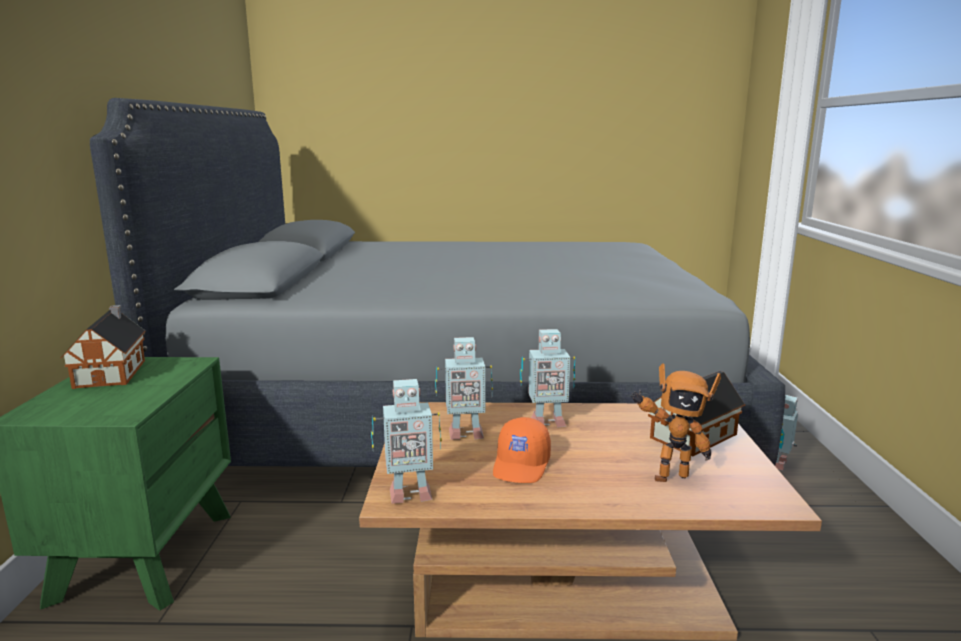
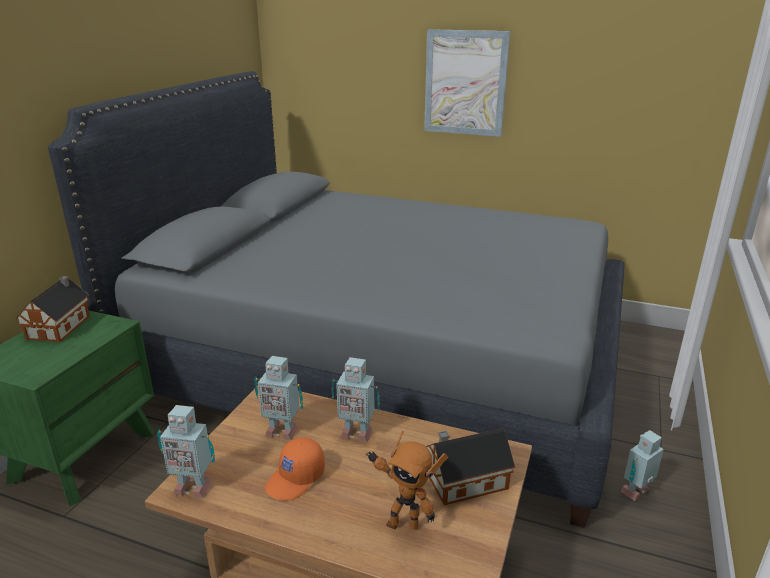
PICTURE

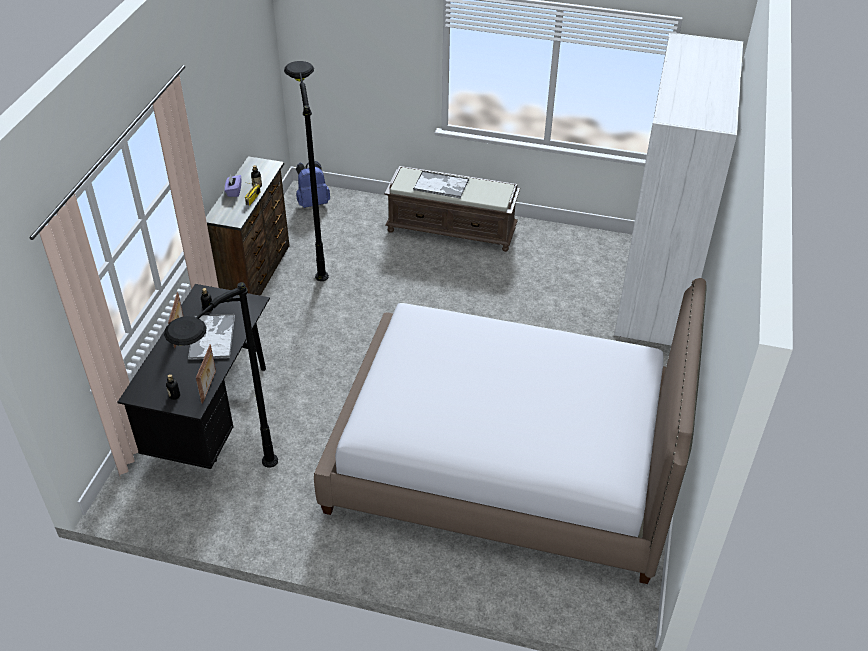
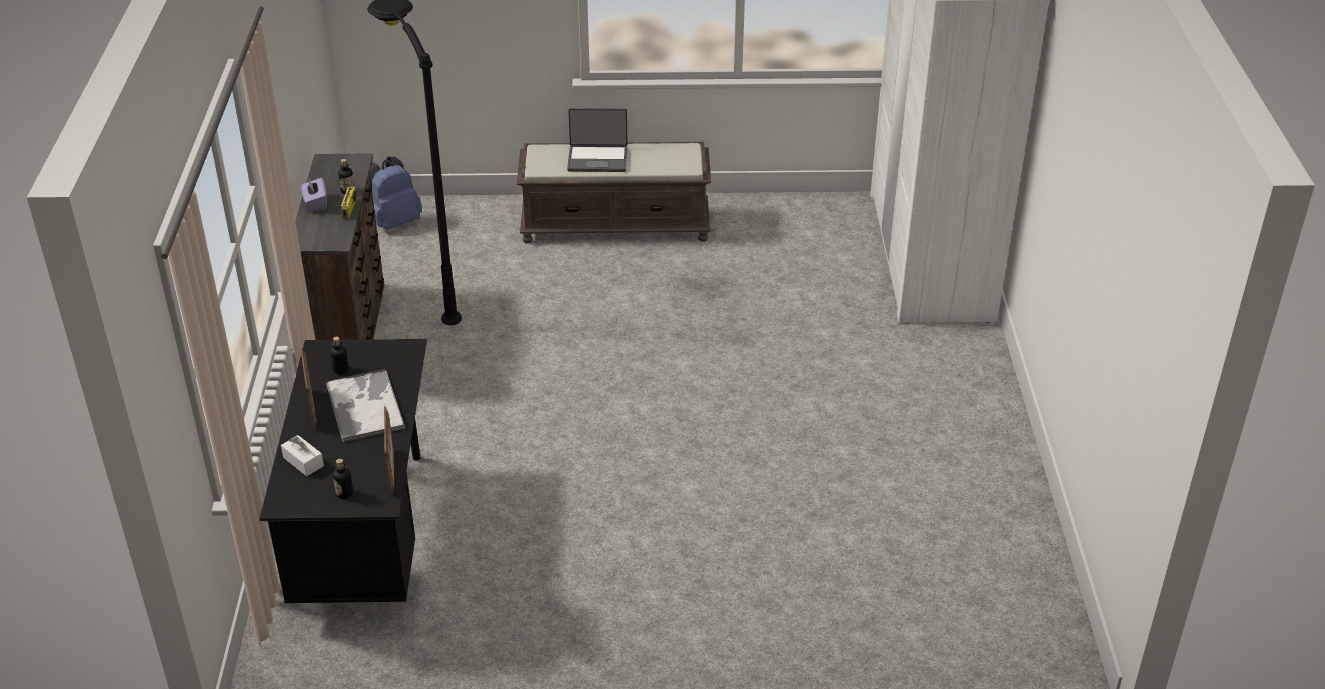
BLACK FLOOR LAMP (1st from left in the first image)
BED
WHITE TISSUE BOX
LAPTOP

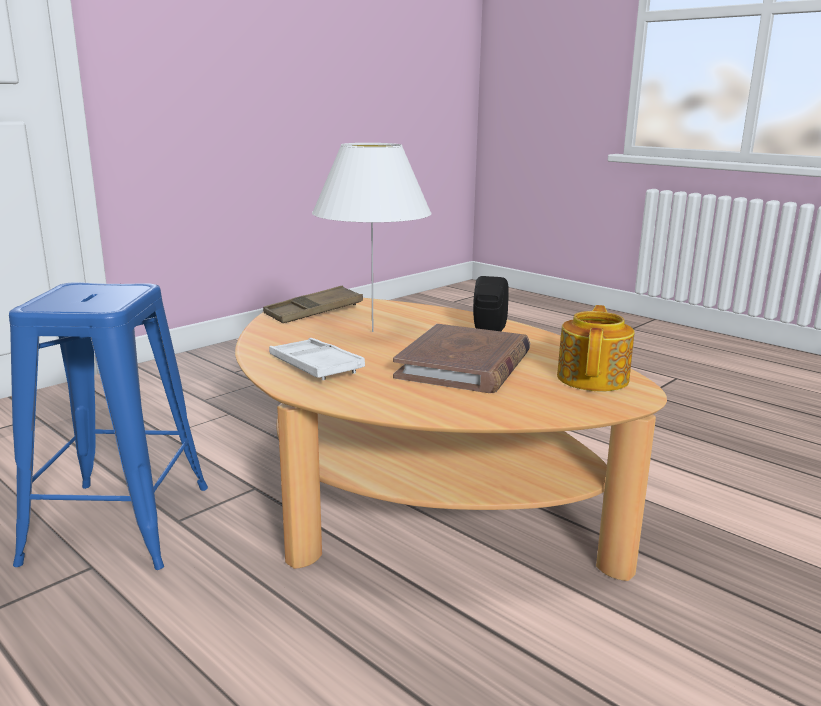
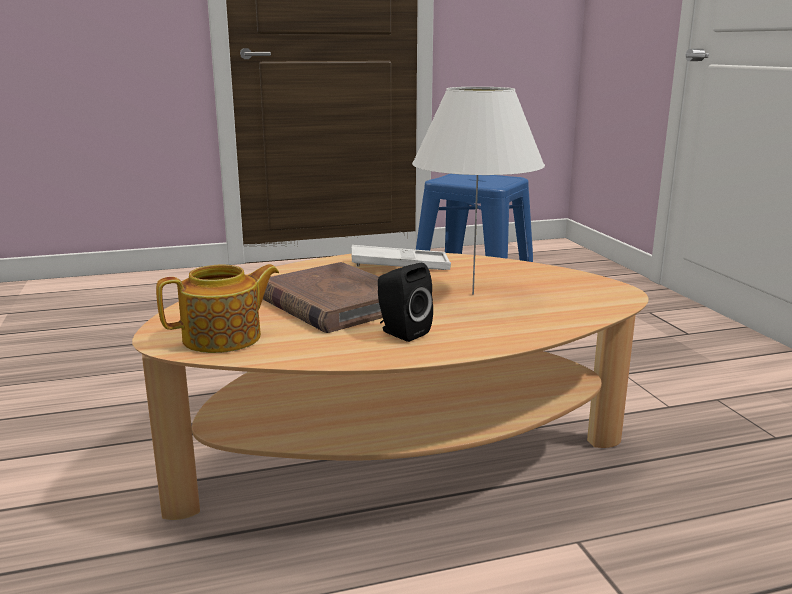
BROWN TRAY
TEAPOT

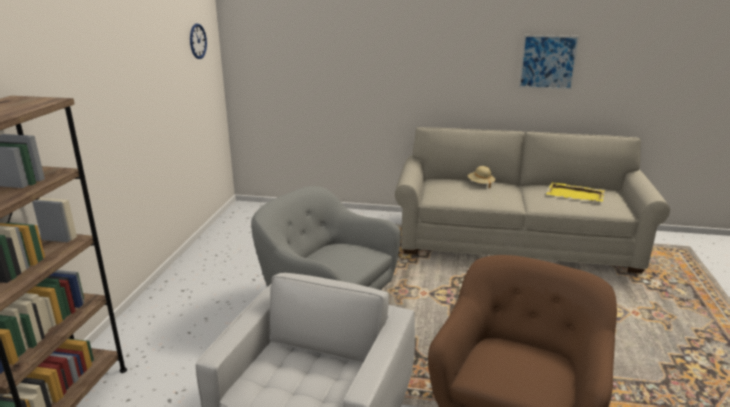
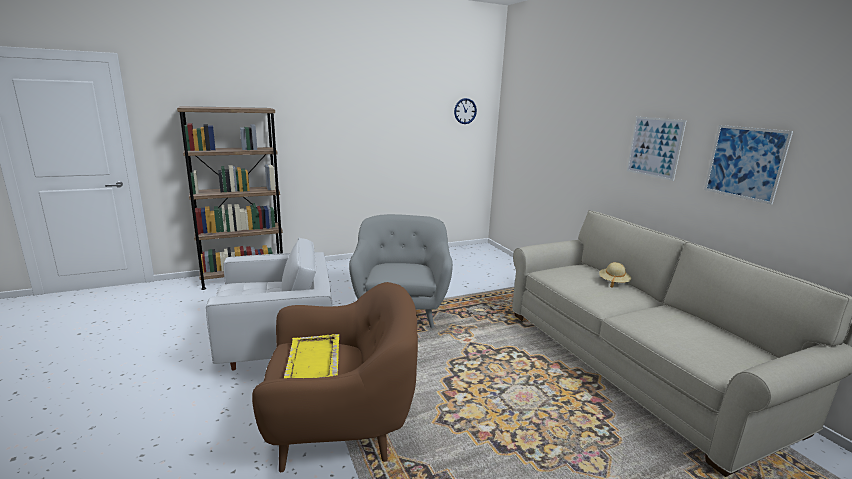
PICTURE (1st from left)
YELLOW TRAY

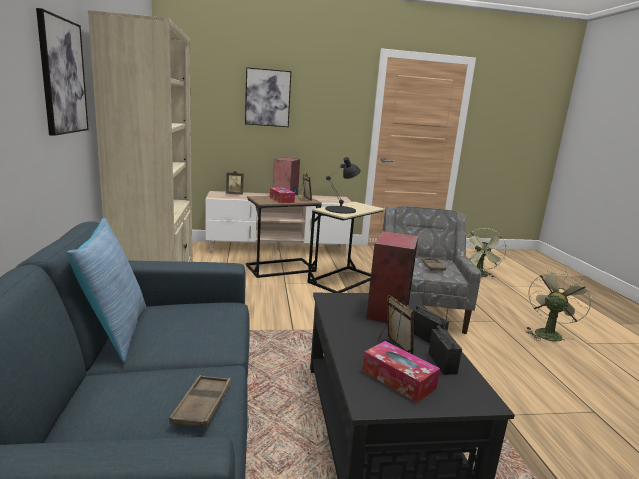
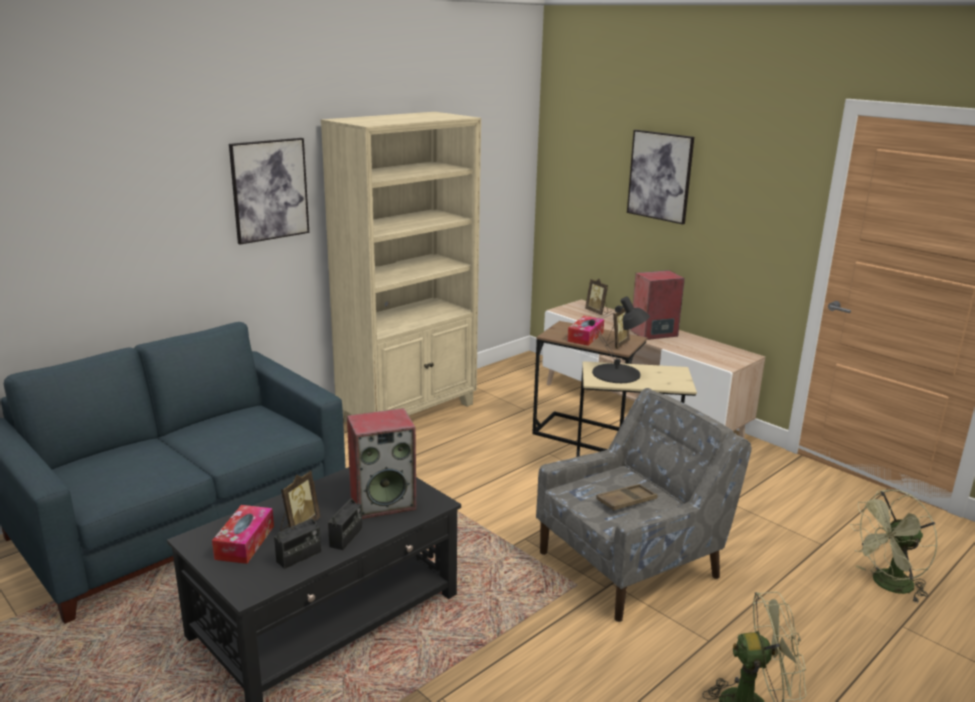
PILLOW
BROWN TRAY (1st from left in the first image)

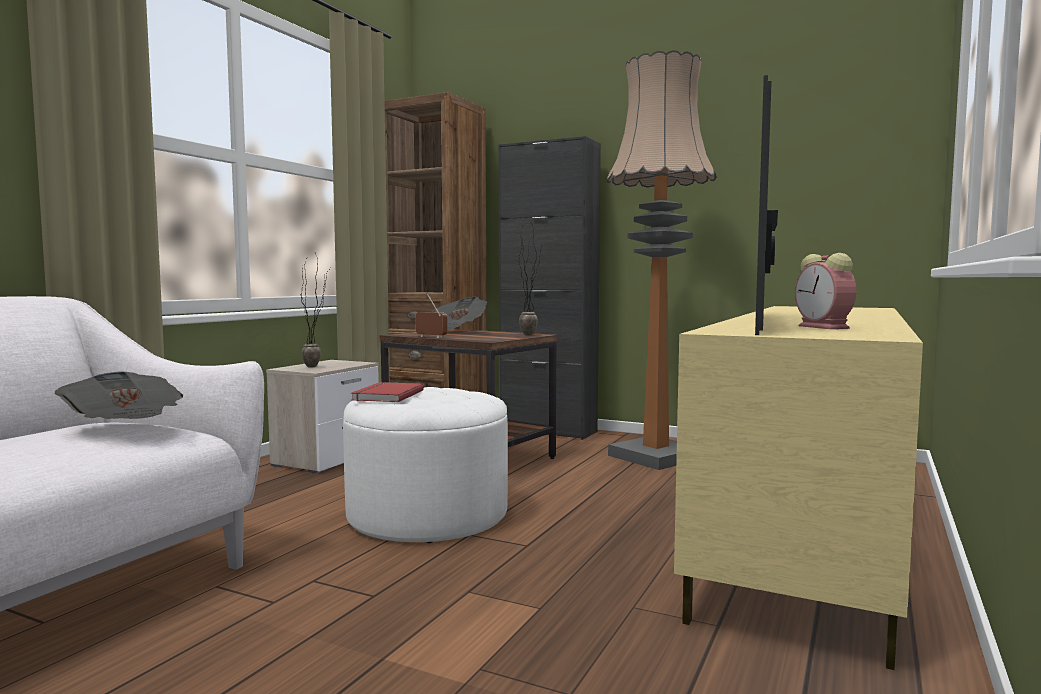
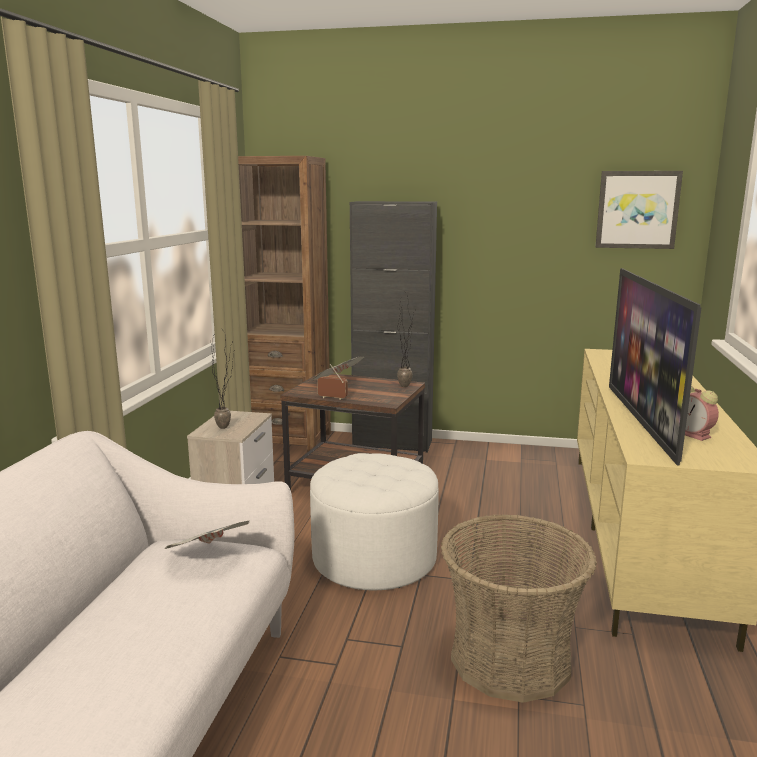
RED BOOK
FLOOR LAMP
BASKET
PICTURE

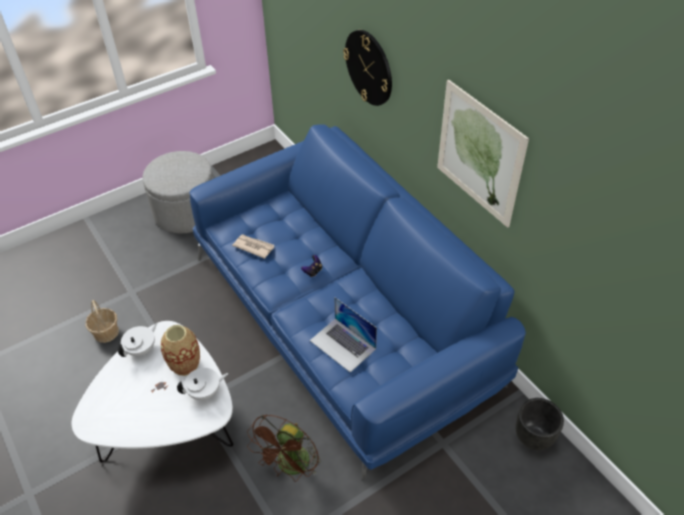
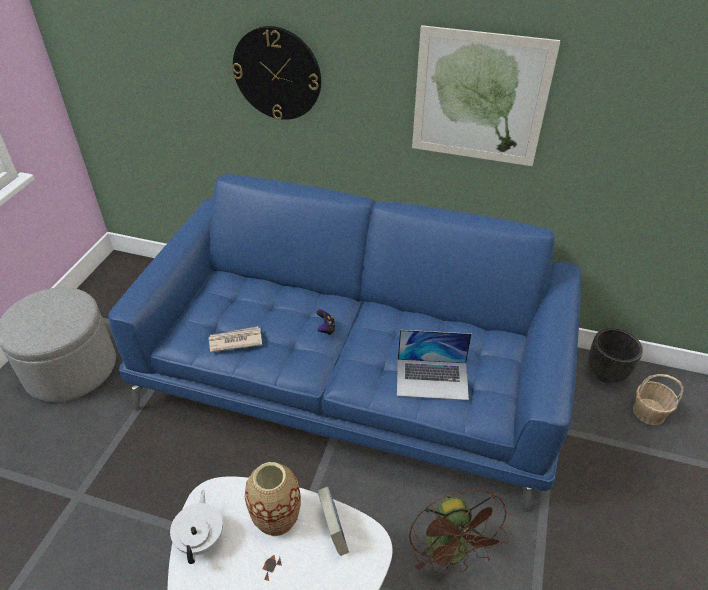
BASKET
BOOK

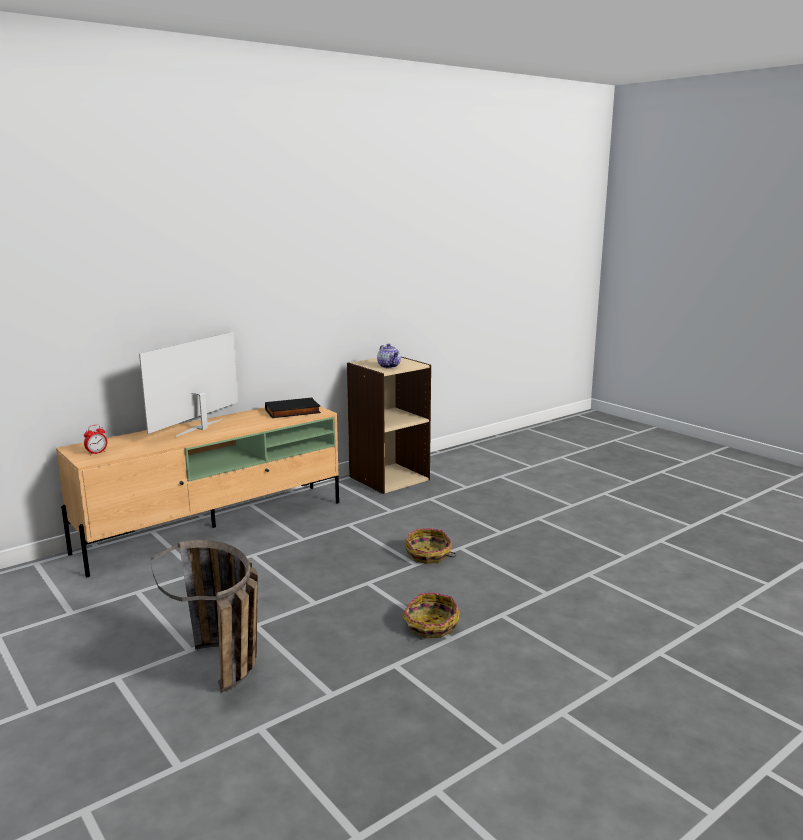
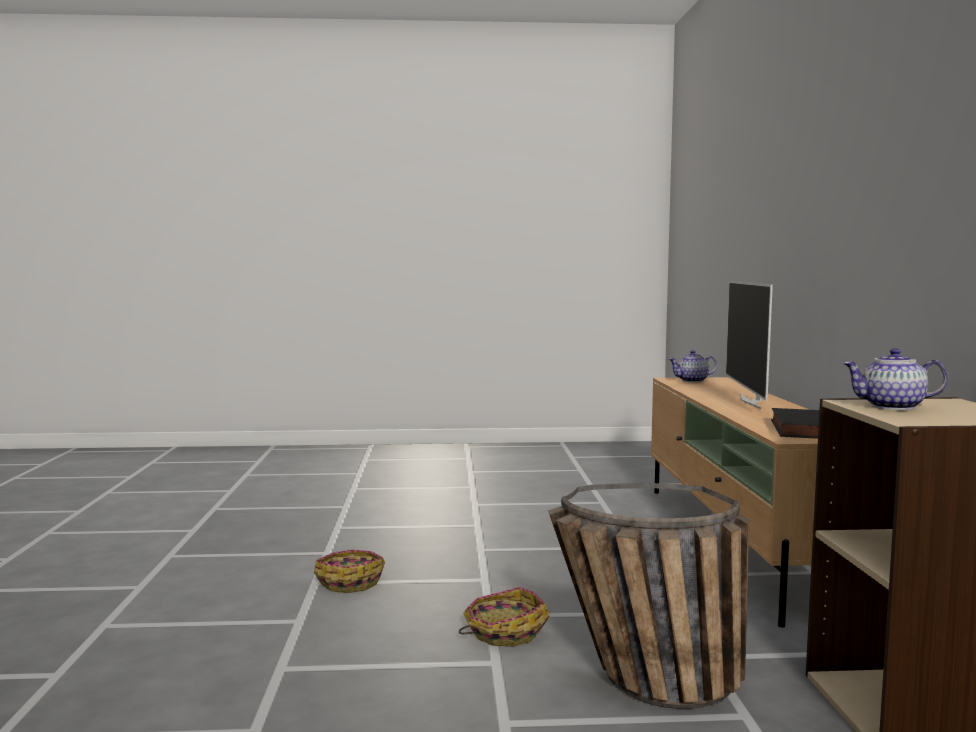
BASKET (3rd from left)
TEAPOT (1st from left)
TELEVISION

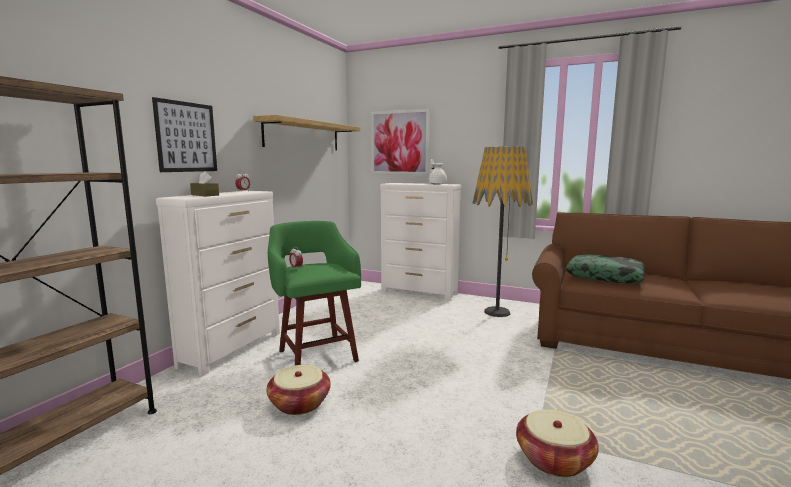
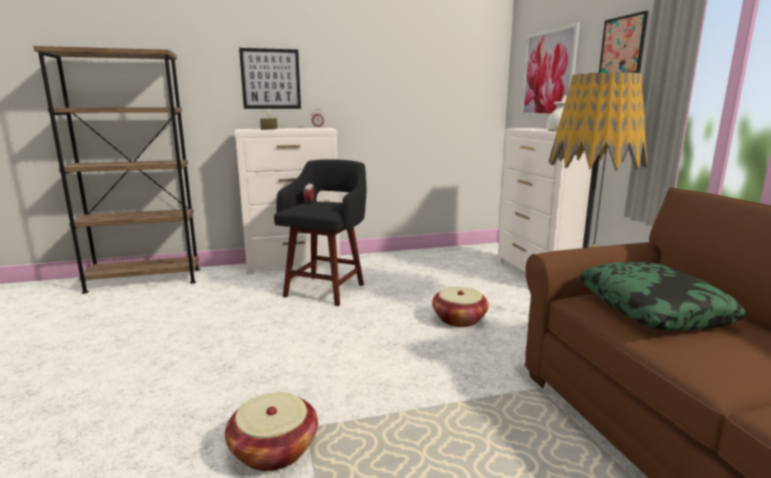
SHELF
PICTURE (3rd from left)
BASKET (2nd from left)
BLACK STOOL

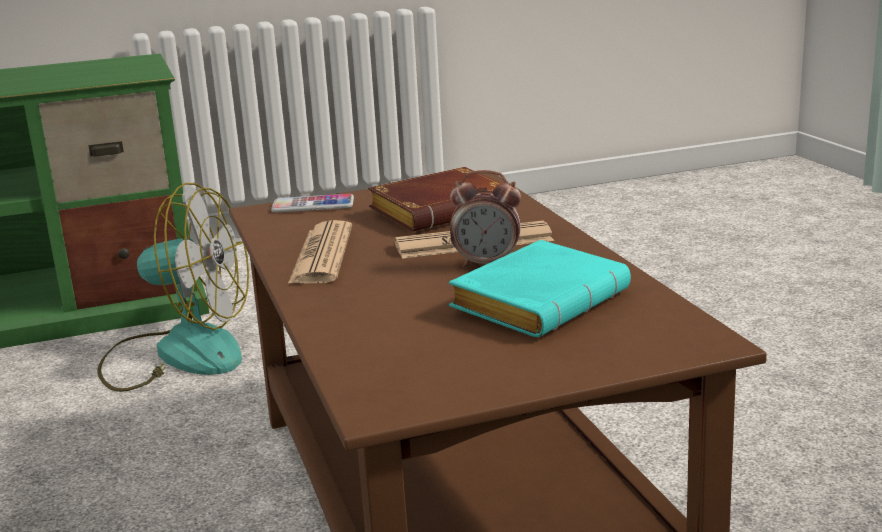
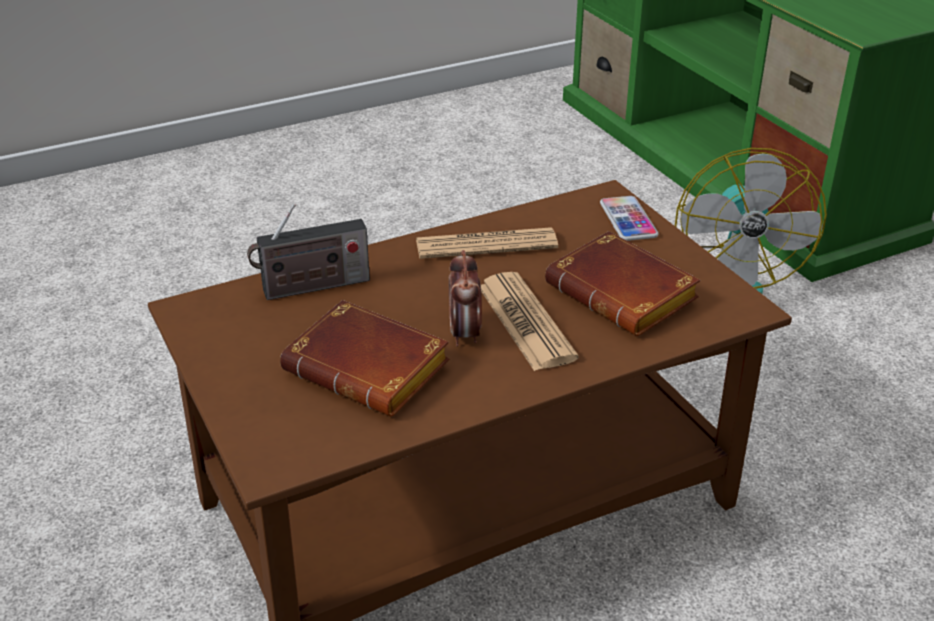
RADIO
BROWN BOOK (1st from left)

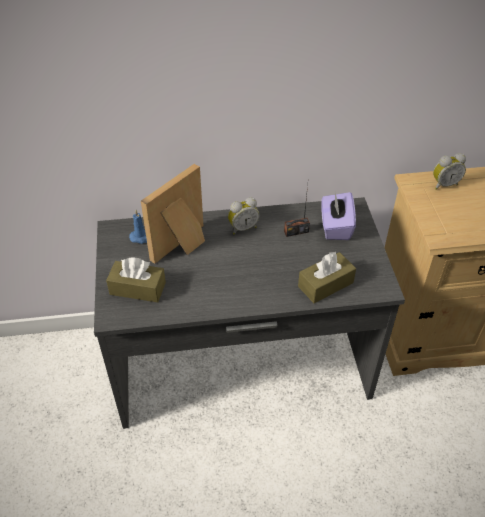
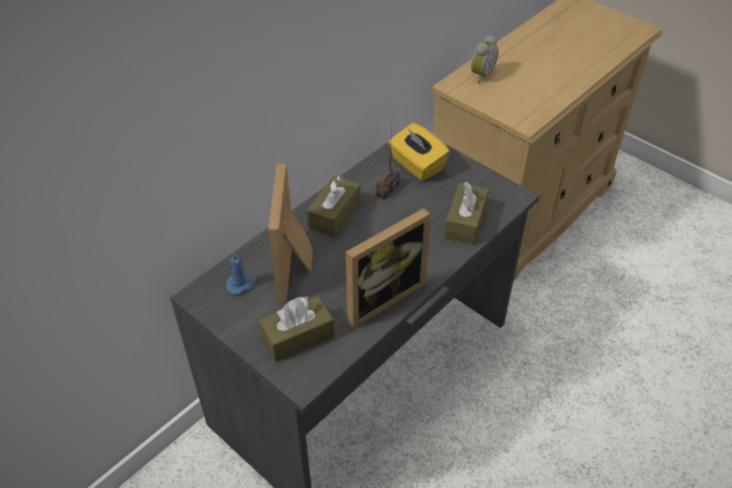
PICTURE FRAME (2nd from left)
BROWN TISSUE BOX (2nd from left)
YELLOW TISSUE BOX

